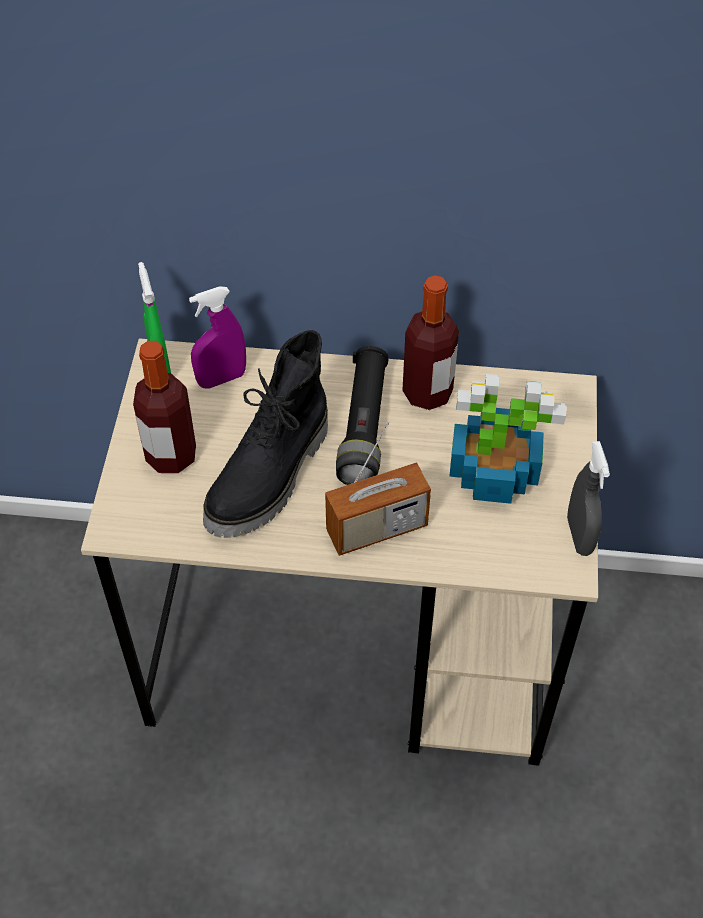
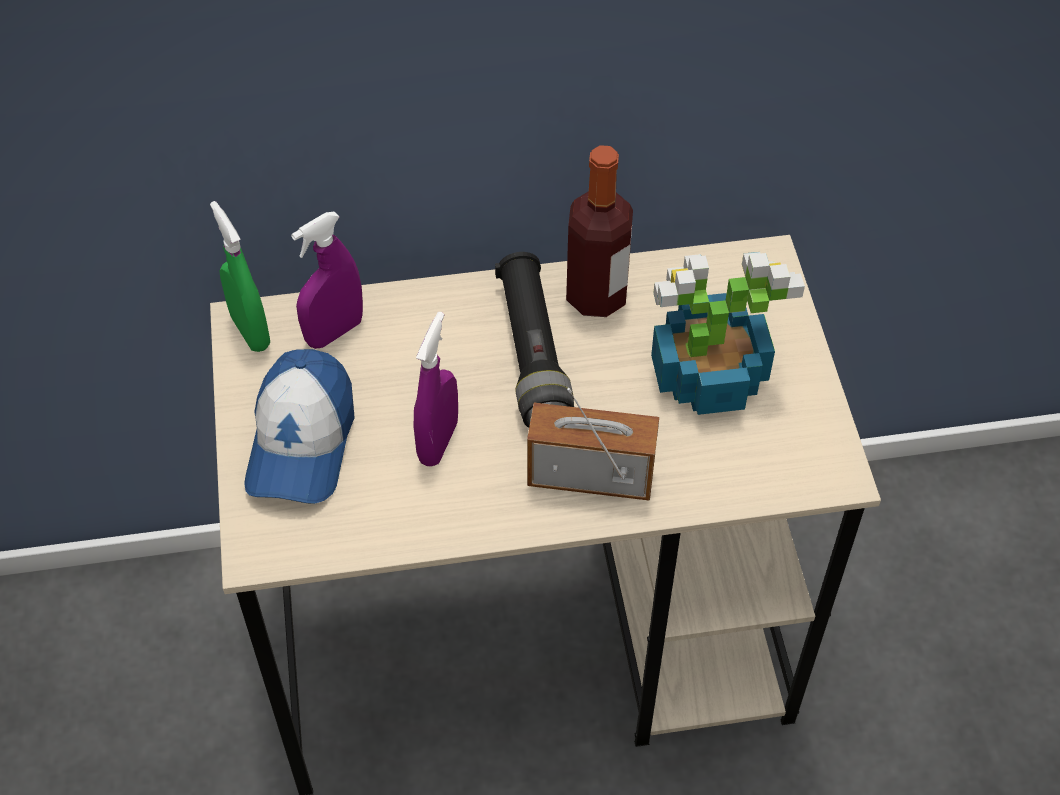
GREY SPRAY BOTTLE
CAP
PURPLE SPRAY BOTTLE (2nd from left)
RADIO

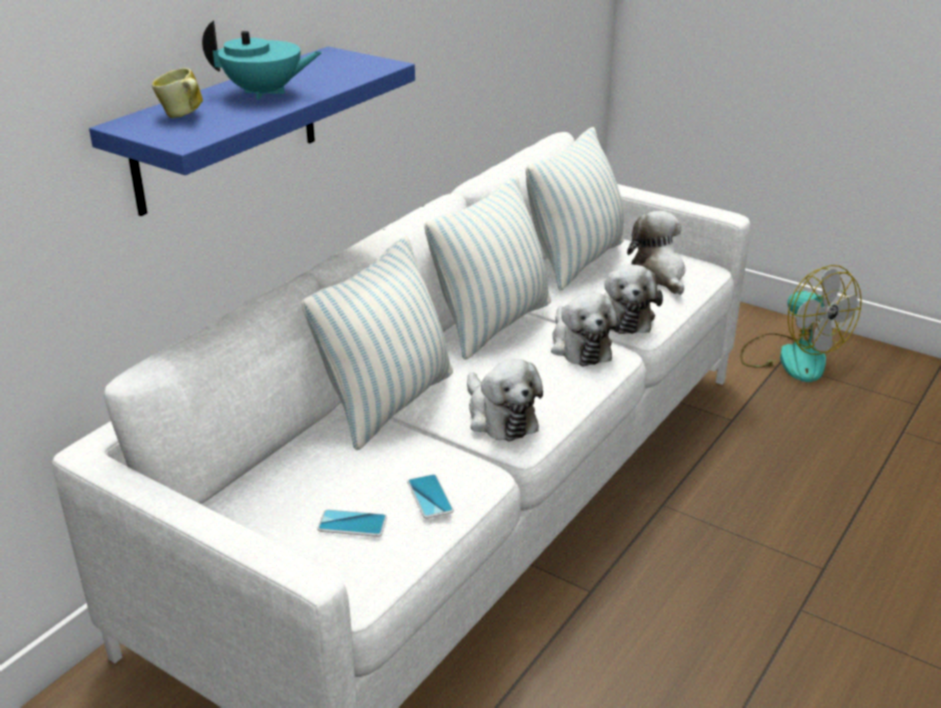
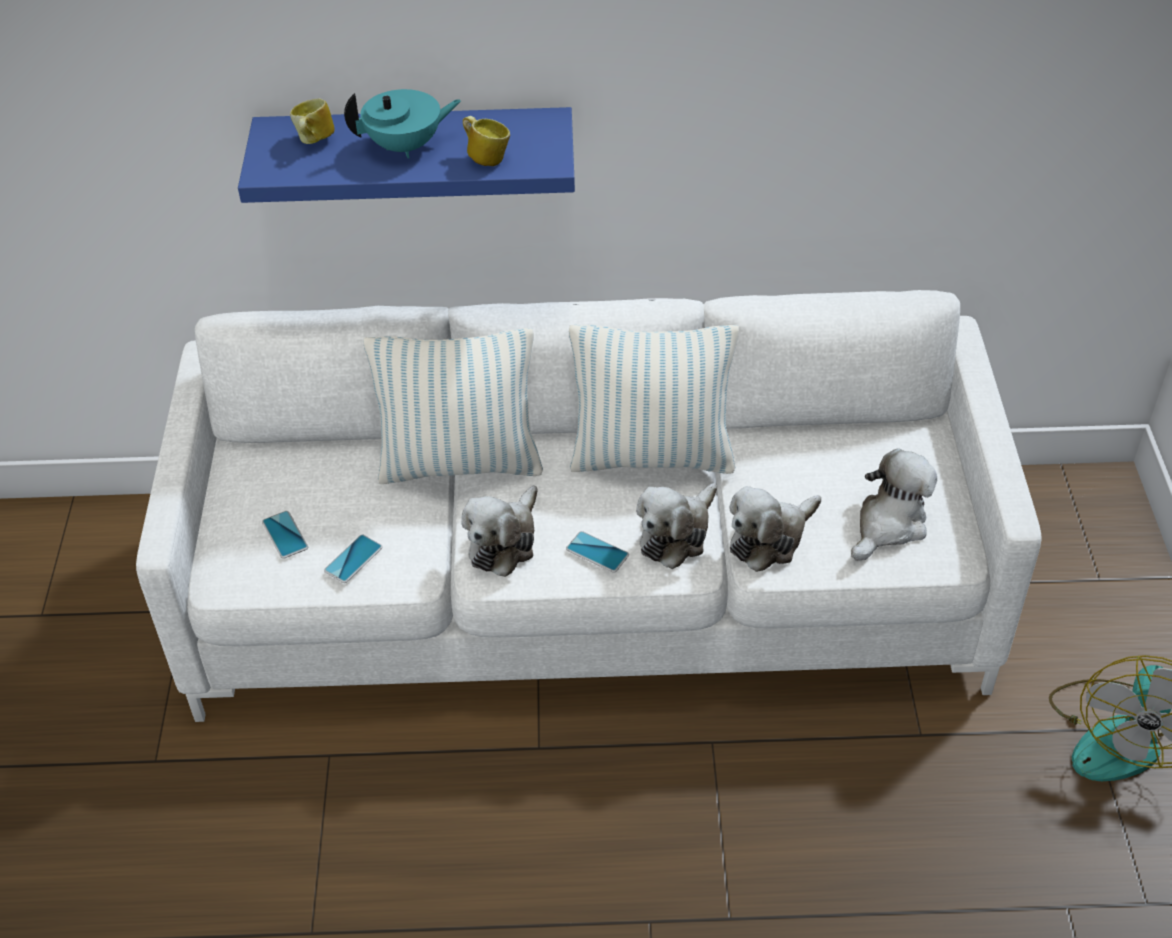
PILLOW (3rd from left in the first image)
MUG (2nd from left)
PHONE (3rd from left)
TURQUOISE TEAPOT

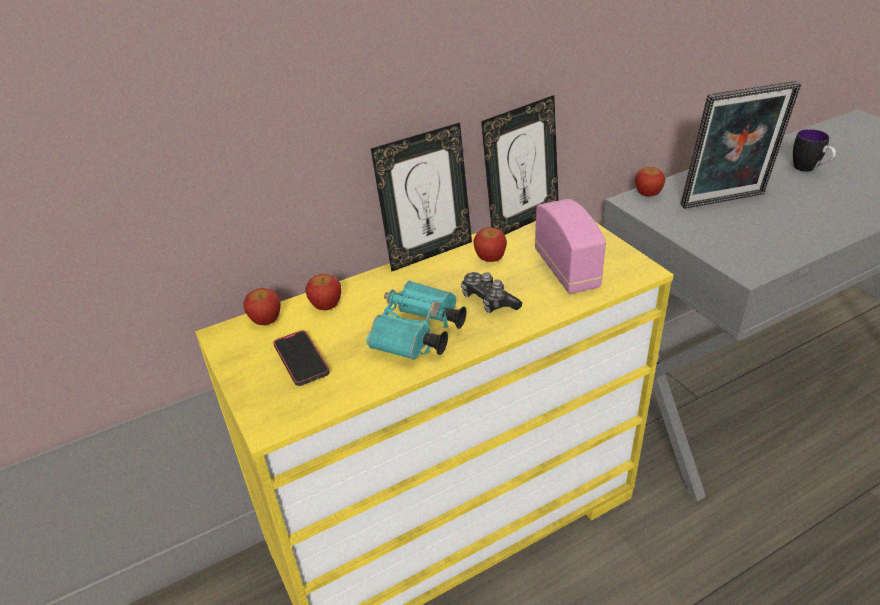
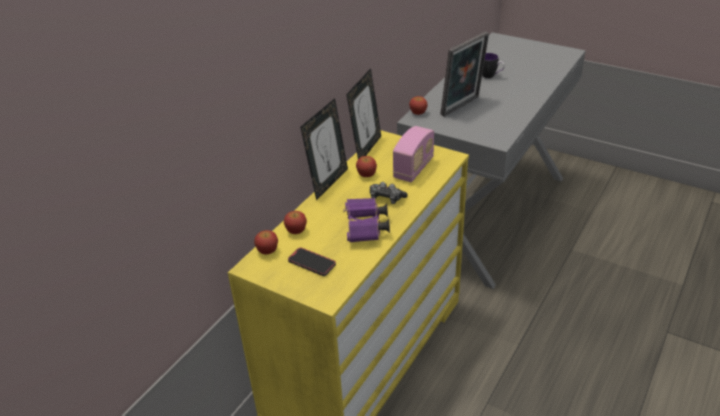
PURPLE BINOCULARS
RADIO

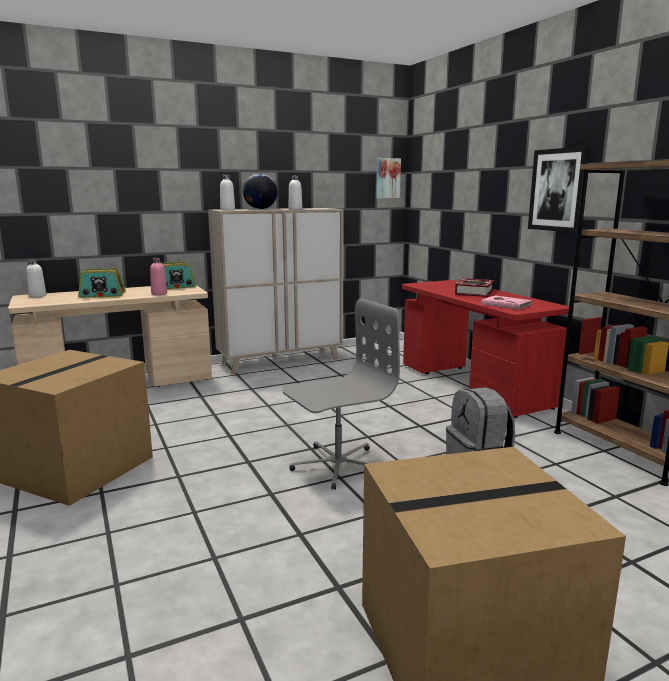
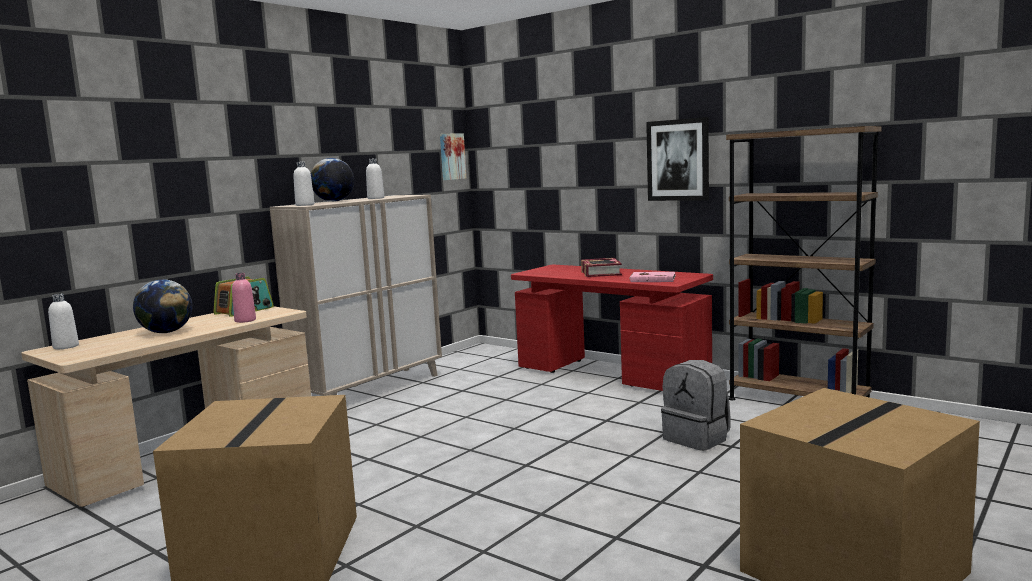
GREY OFFICE CHAIR
GLOBE (1st from left)

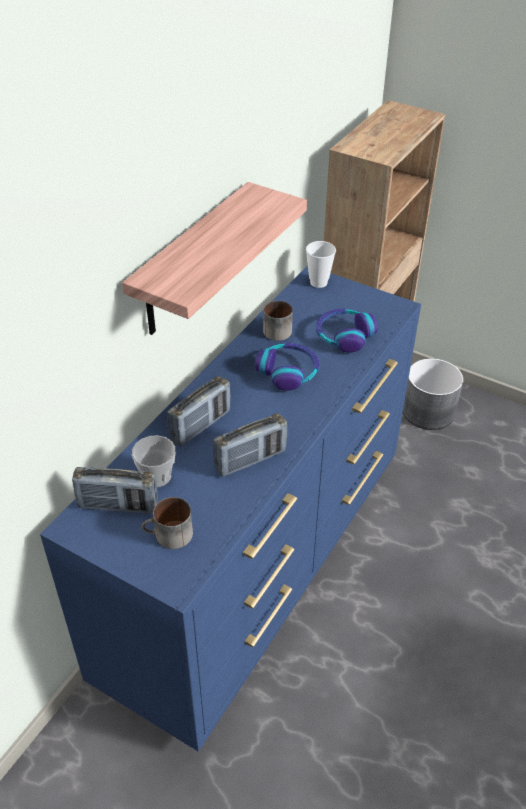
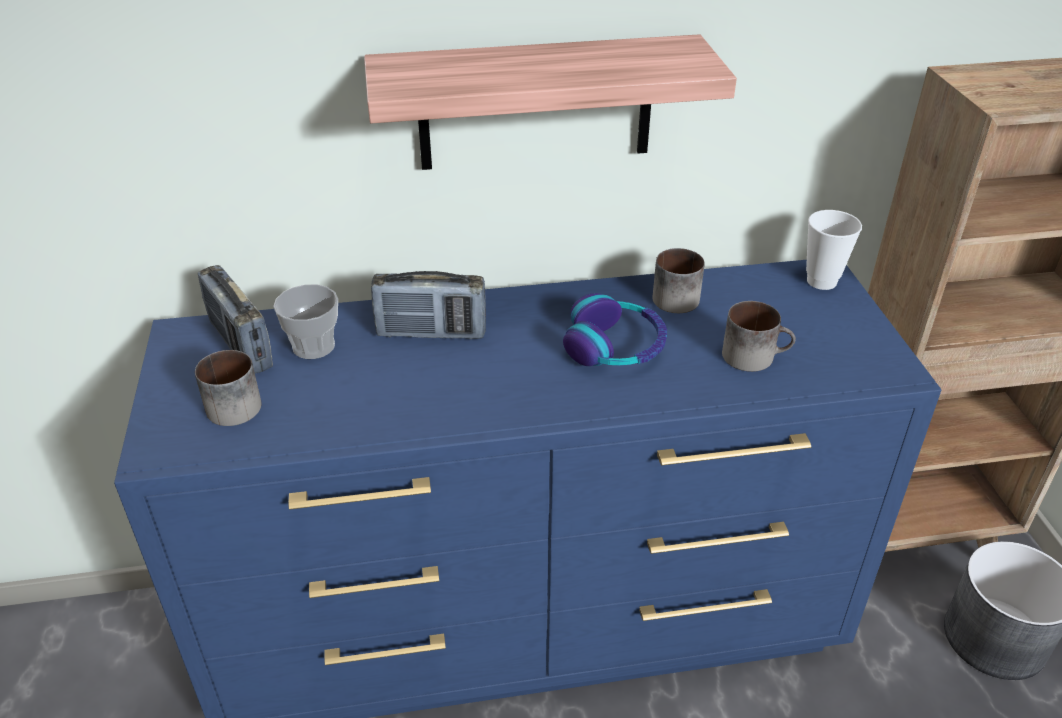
RADIO (3rd from left in the first image)
MUG (3rd from left)

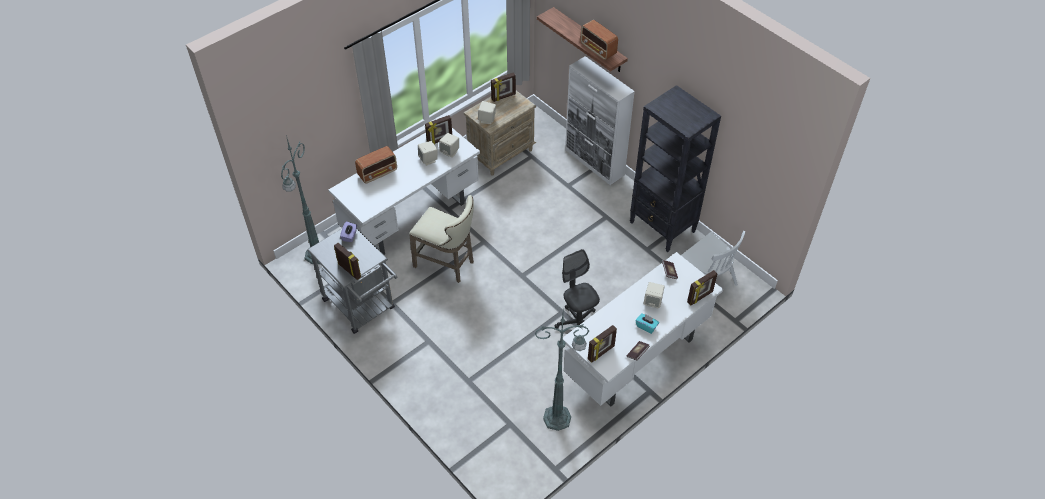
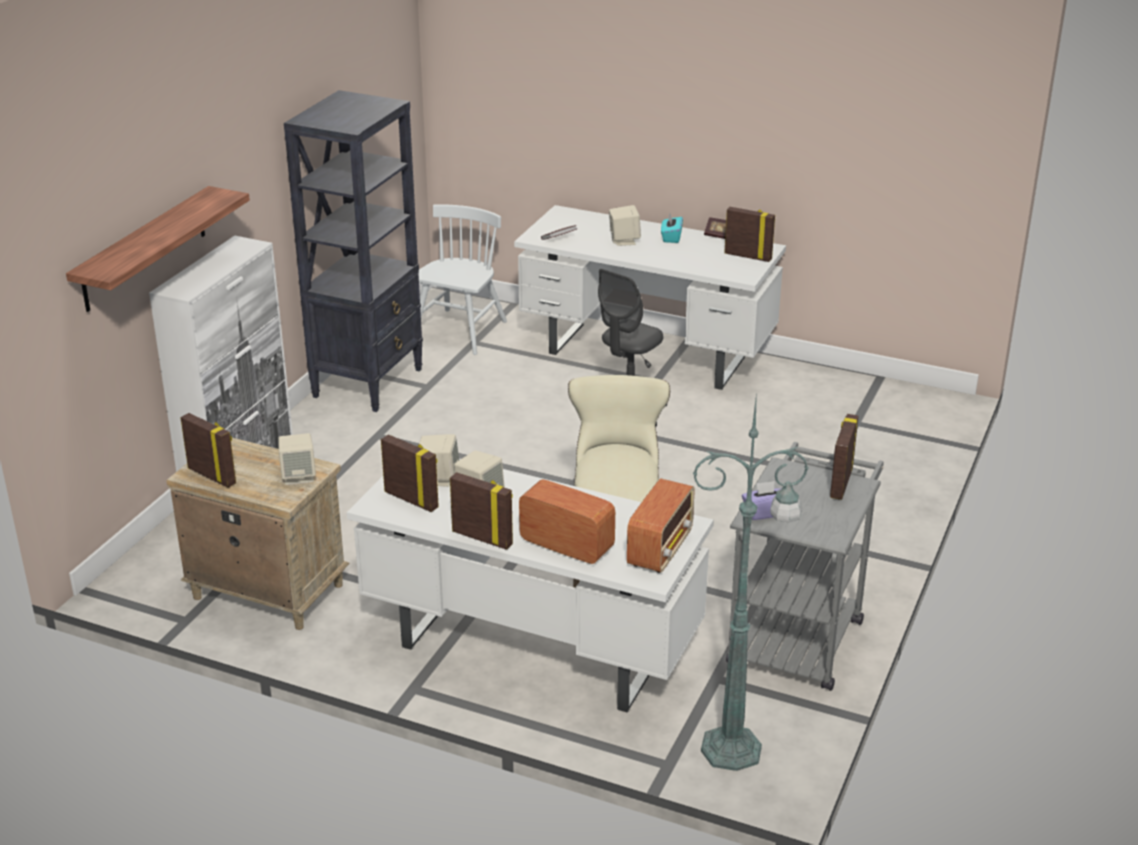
GREEN FLOOR LAMP (2nd from left in the first image)
RADIO (2nd from left)
PICTURE FRAME (3rd from left)

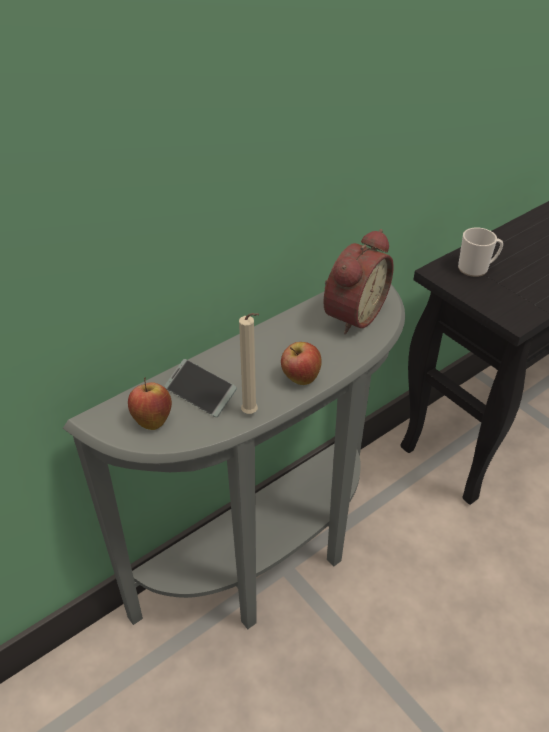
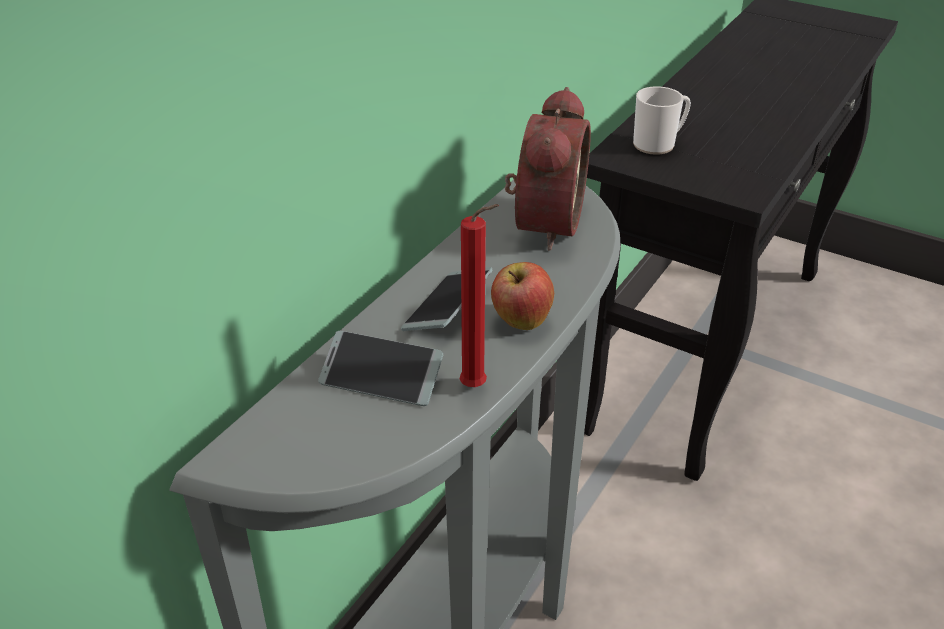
APPLE (1st from left in the first image)
PHONE (2nd from left)
RED CANDLE

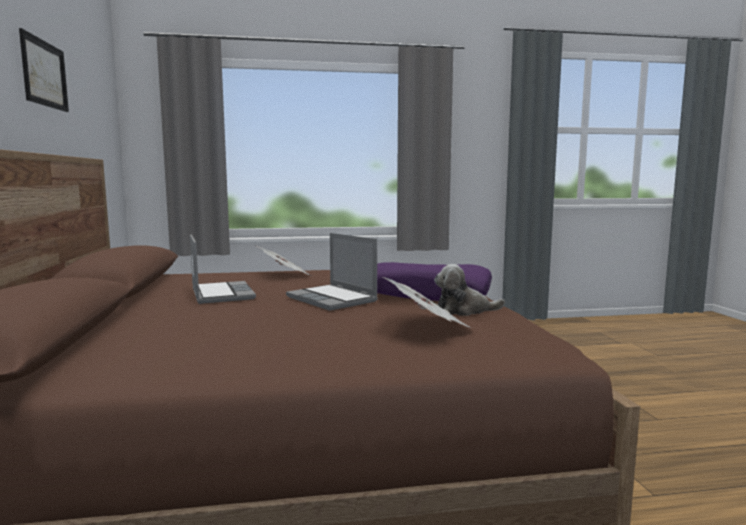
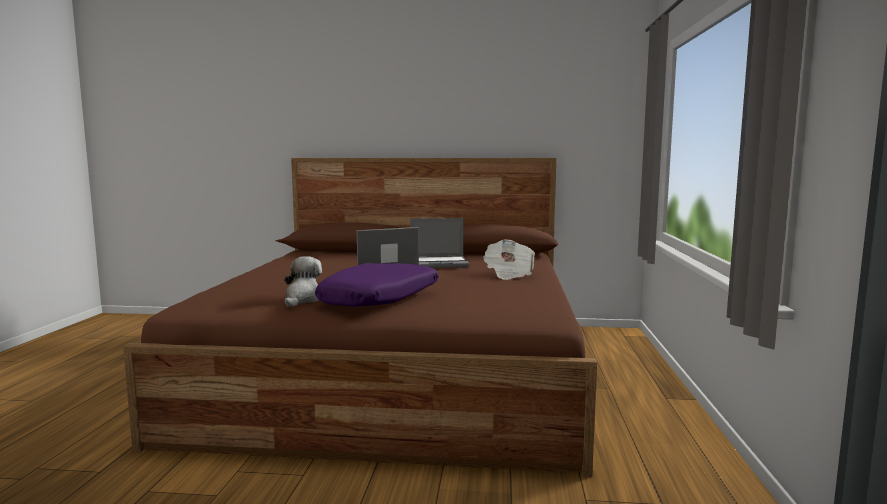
PICTURE
NEWSPAPER (2nd from left in the first image)

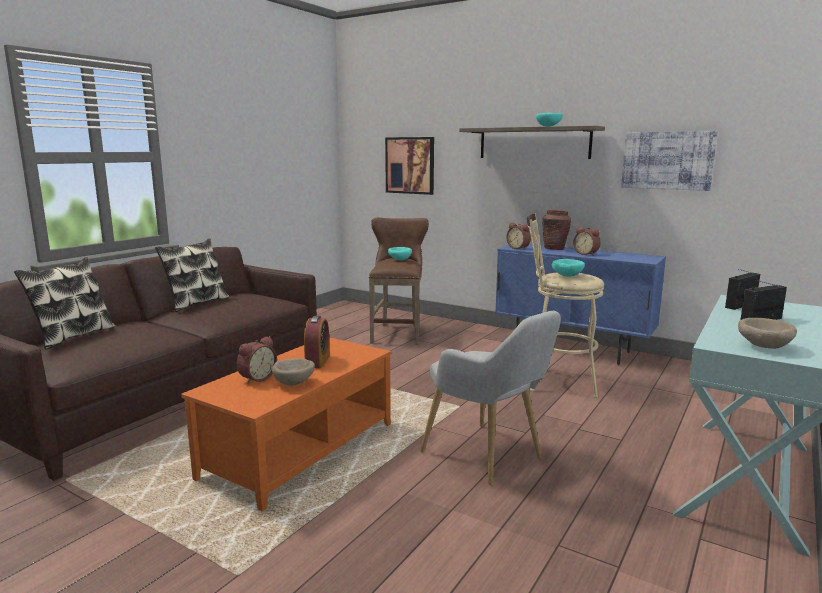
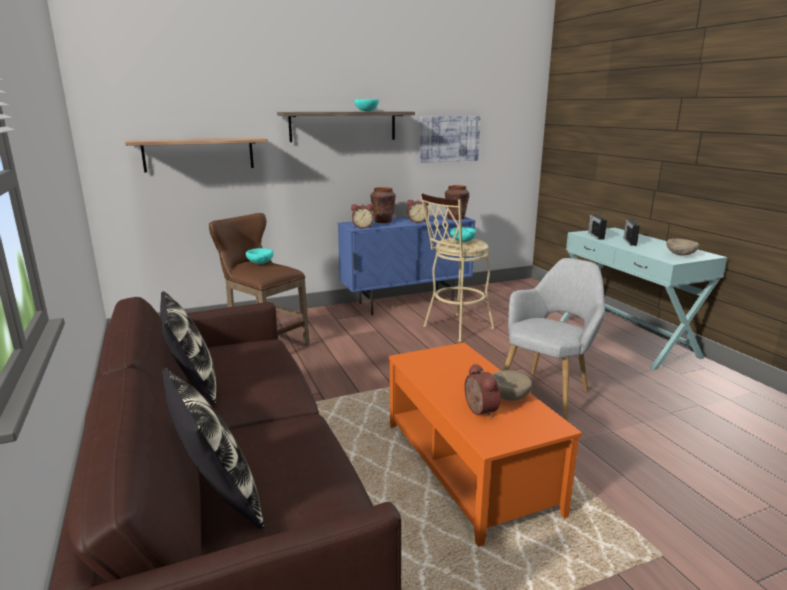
ALARM CLOCK (2nd from left in the first image)
BROWN VASE (2nd from left)
SHELF (1st from left)
GREY ARMCHAIR

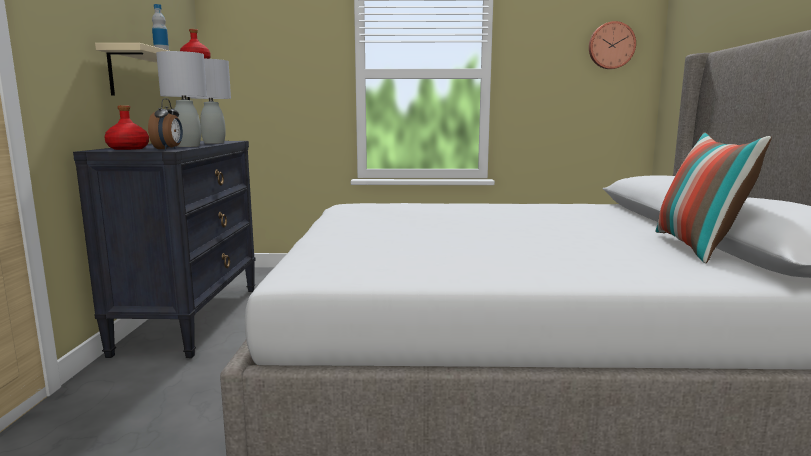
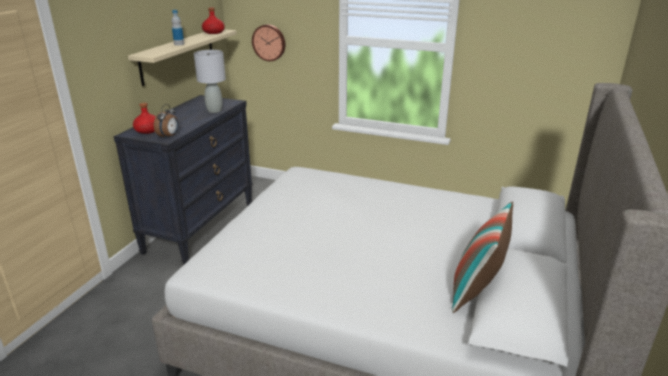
GREY TABLE LAMP (1st from left in the first image)
WALL CLOCK

